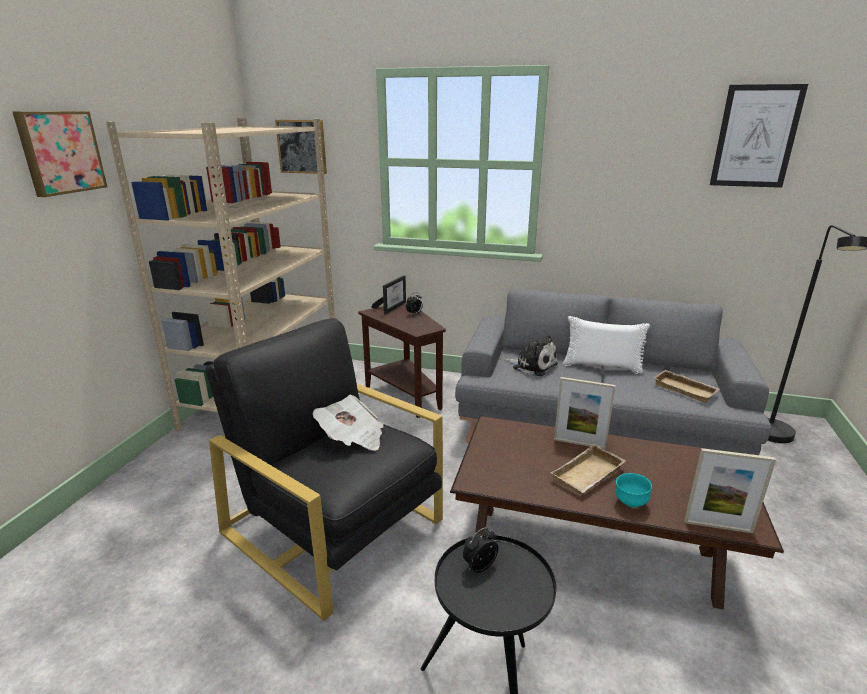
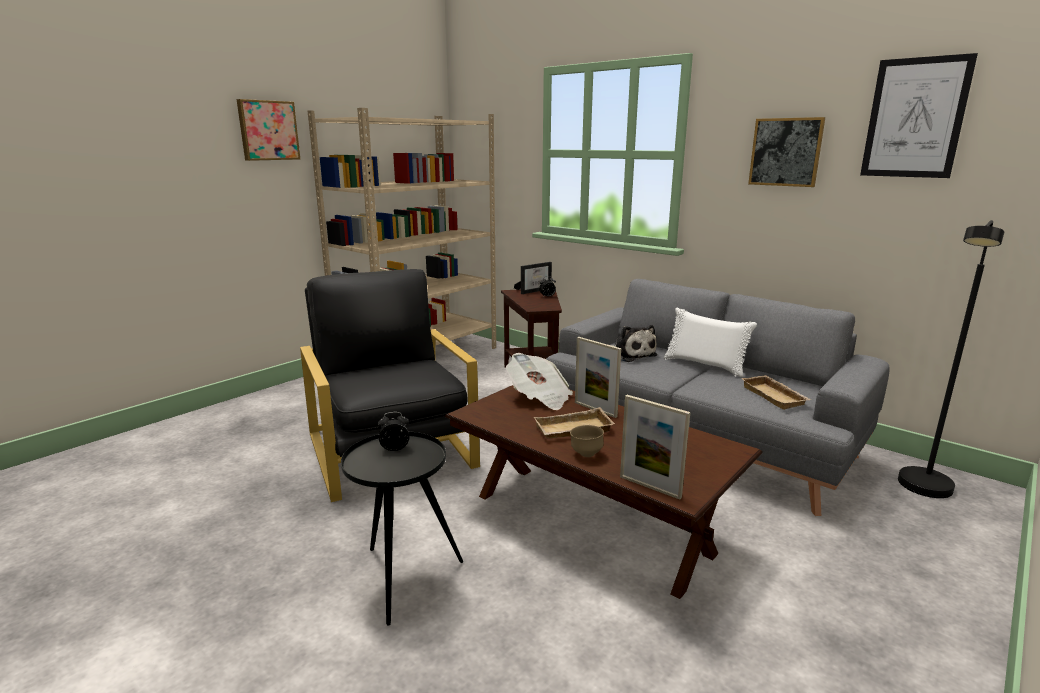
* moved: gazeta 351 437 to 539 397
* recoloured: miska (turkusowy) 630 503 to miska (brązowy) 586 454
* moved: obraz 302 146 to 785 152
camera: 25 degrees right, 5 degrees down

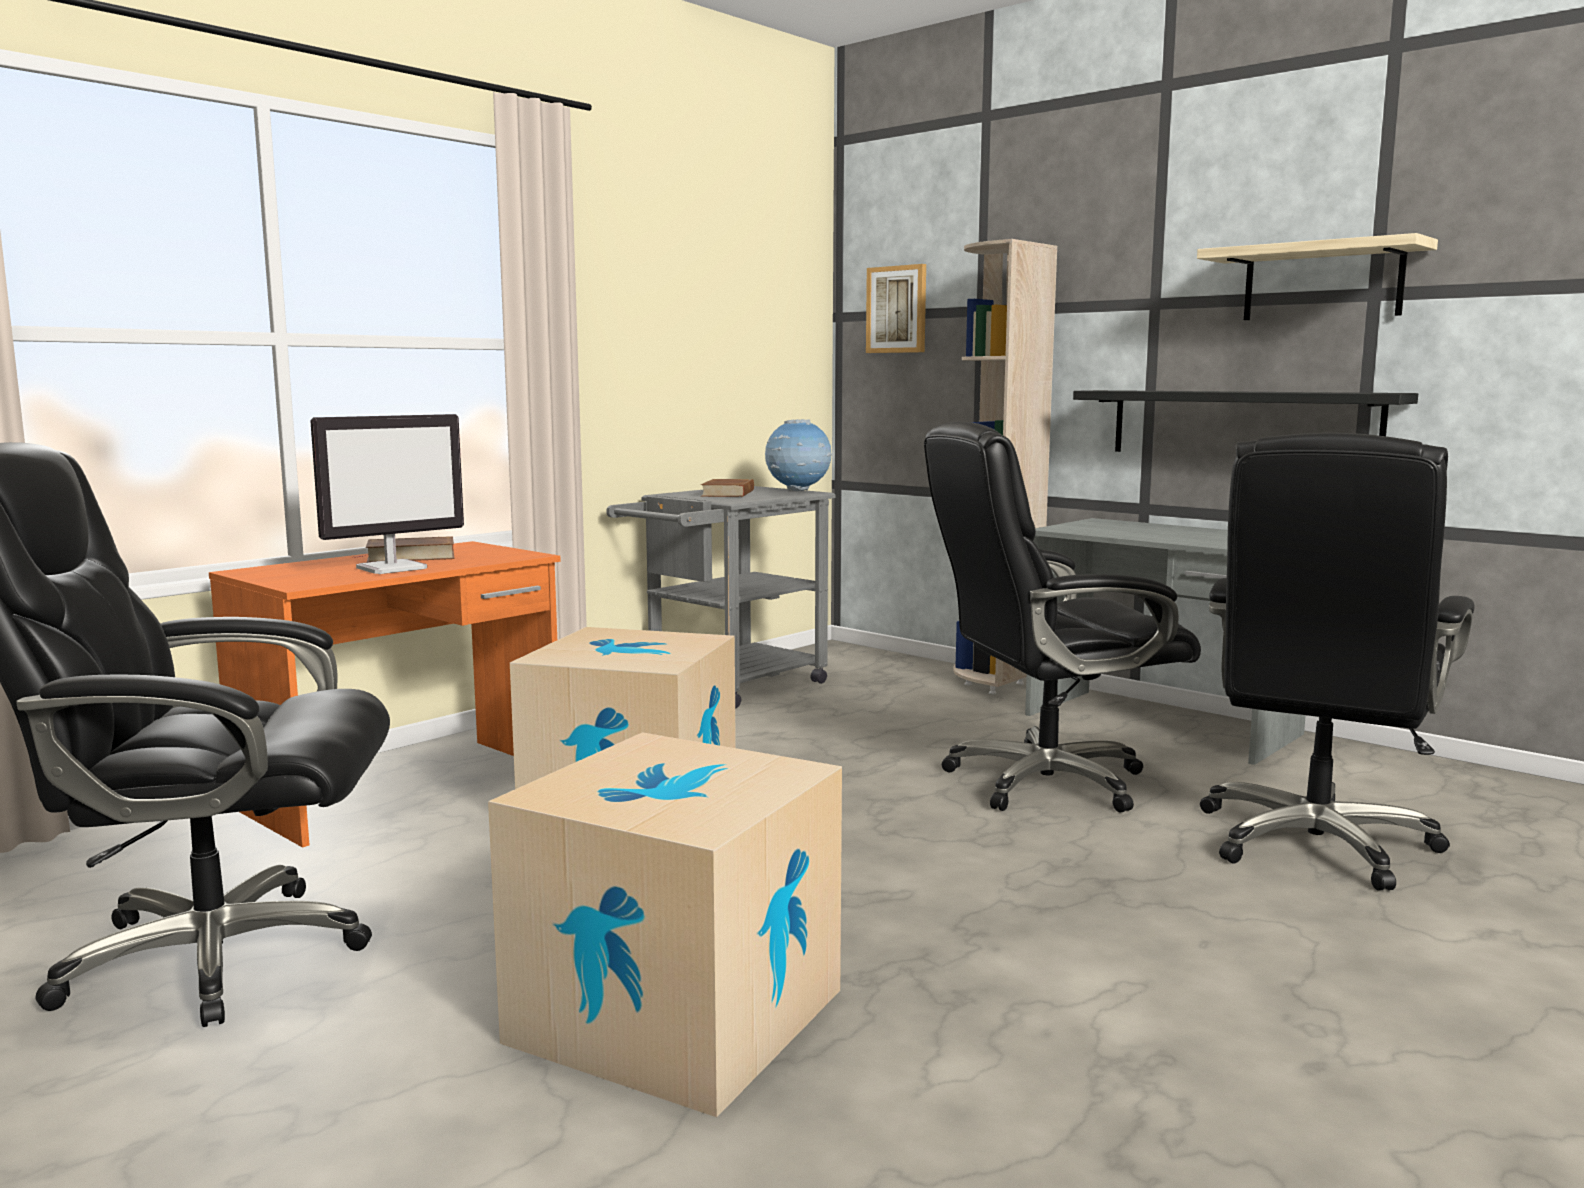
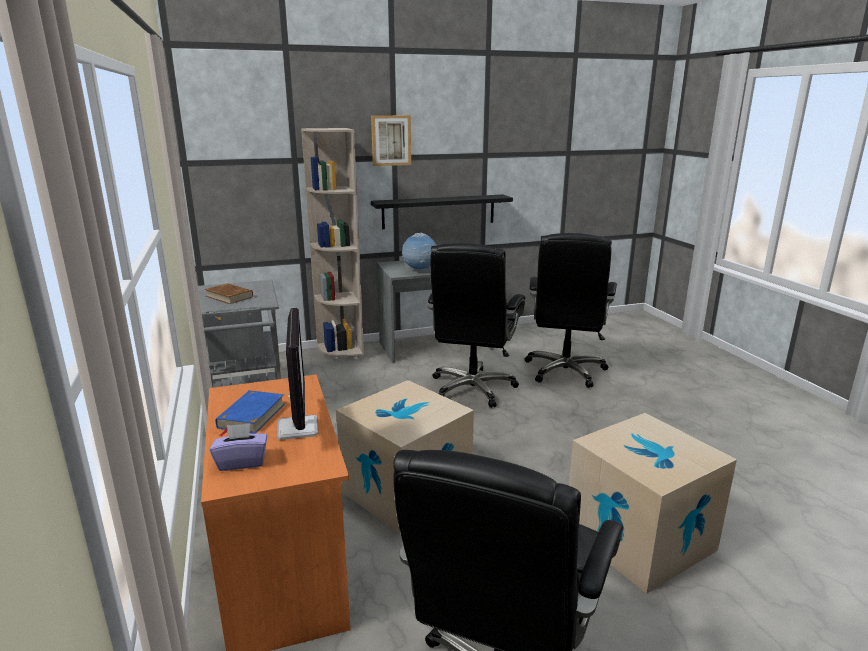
* added: pudełko chusteczek (fioletowy) 242 462
* recoloured: książka (brązowy) 410 556 to książka (niebieski) 251 416
* moved: obraz 897 309 to 391 140
* moved: globus 798 491 to 420 270
* turned: krzesło biurowe (czarny) 1315 839 = 565 369 45 degrees clockwise
* removed: półka 1322 282
camera: 60 degrees left, 10 degrees up

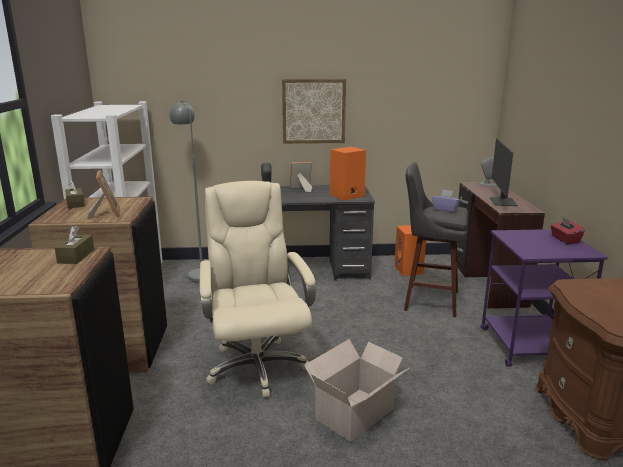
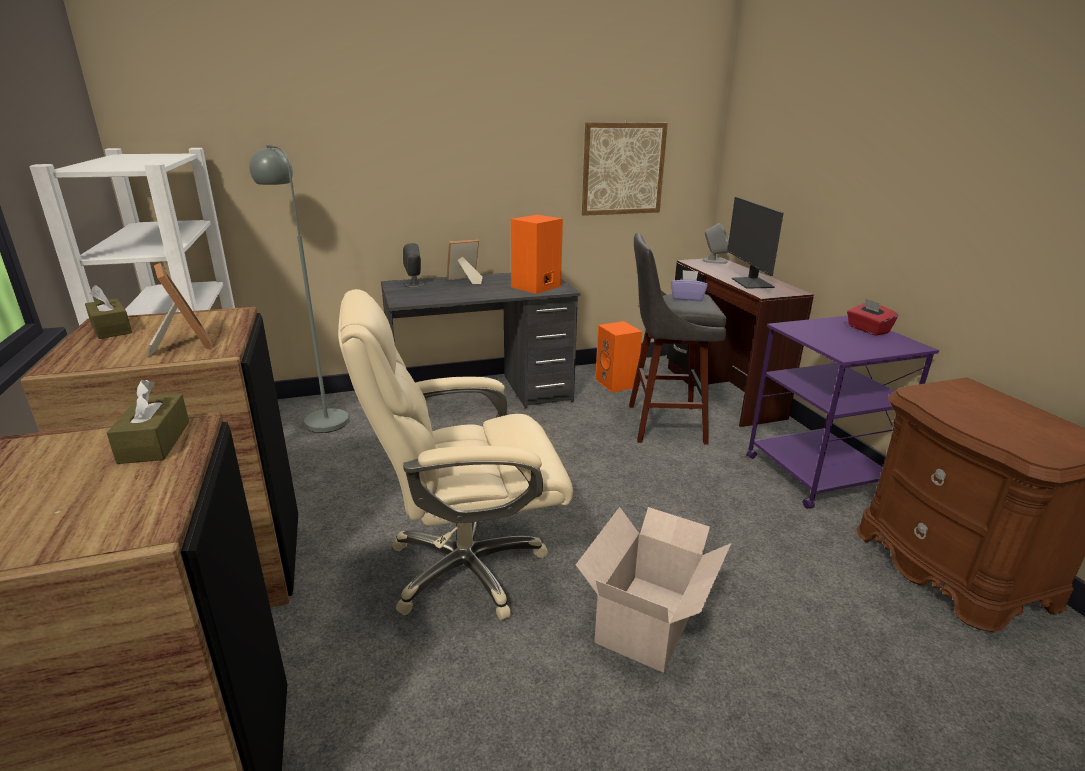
* turned: krzesło biurowe (beżowy) 257 368 = 469 566 75 degrees counterclockwise
* moved: obraz 314 110 to 623 168
camera: 15 degrees left, 5 degrees up

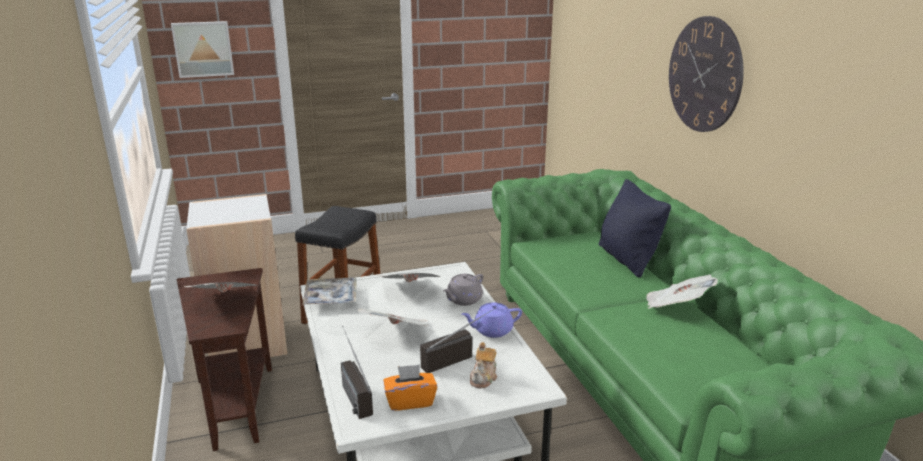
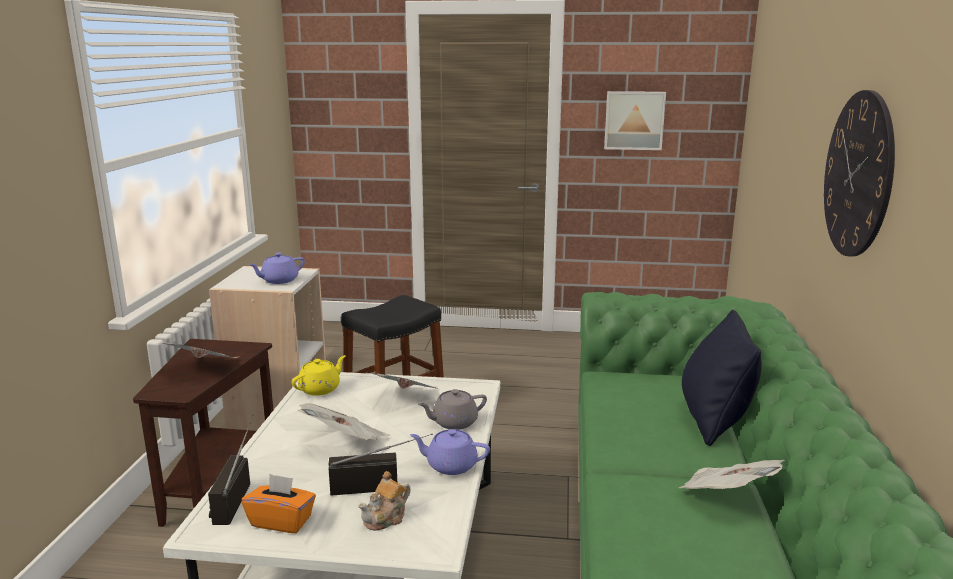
* added: imbryk (fioletowy) 279 280
* replaced: taca 331 297 to imbryk (żółty) 320 389
* moved: obraz 203 49 to 634 120
camera: 25 degrees right, 5 degrees down

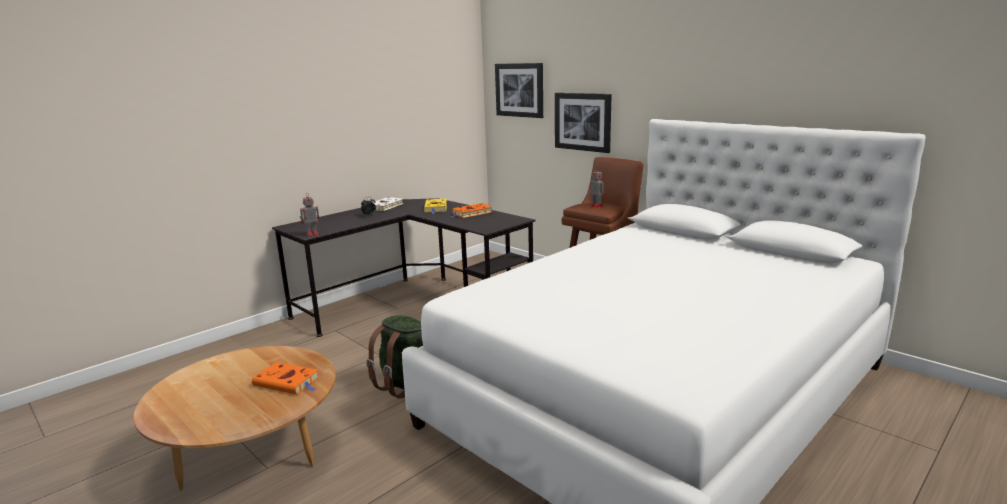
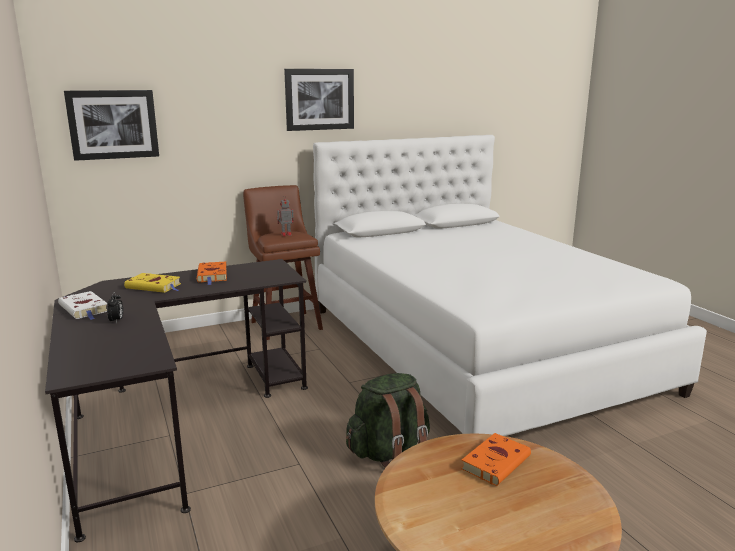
* moved: obraz 582 122 to 319 99
* removed: robot zabawkowy 311 234
camera: 70 degrees left, 0 degrees up

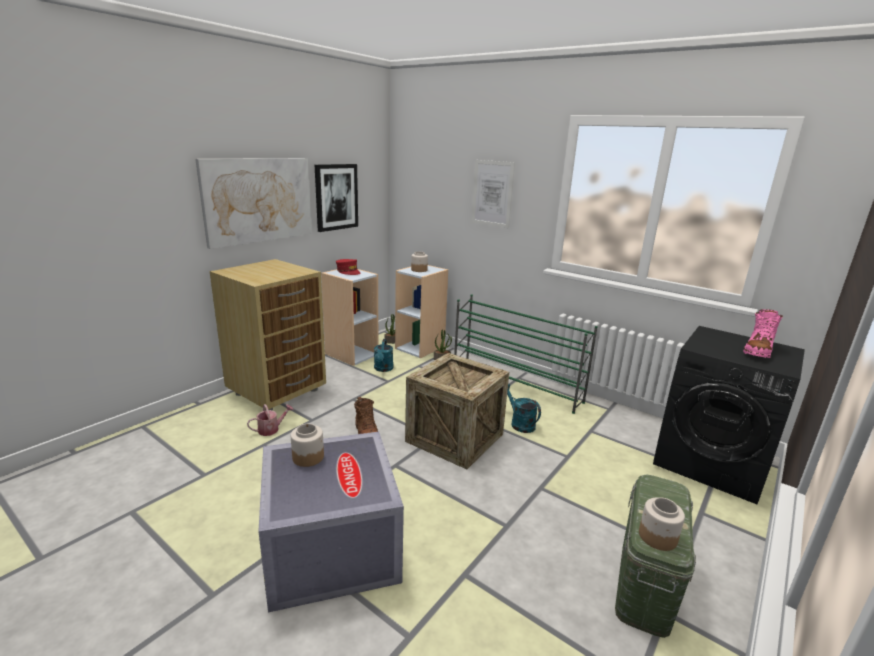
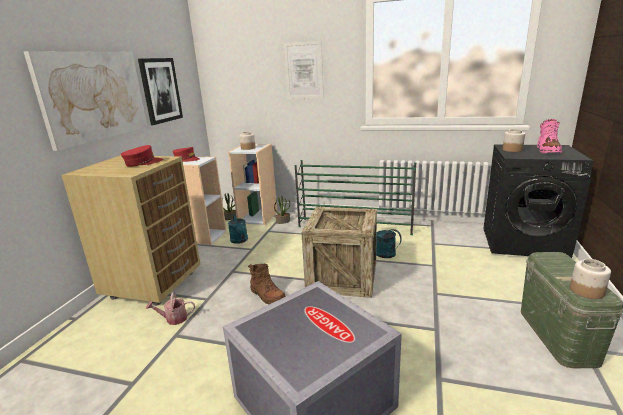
* added: czapka z daszkiem (czerwony) 143 163
* turned: konewka 271 429 = 173 319 135 degrees counterclockwise
* moved: słoik 308 457 to 512 150
camera: 20 degrees left, 0 degrees up

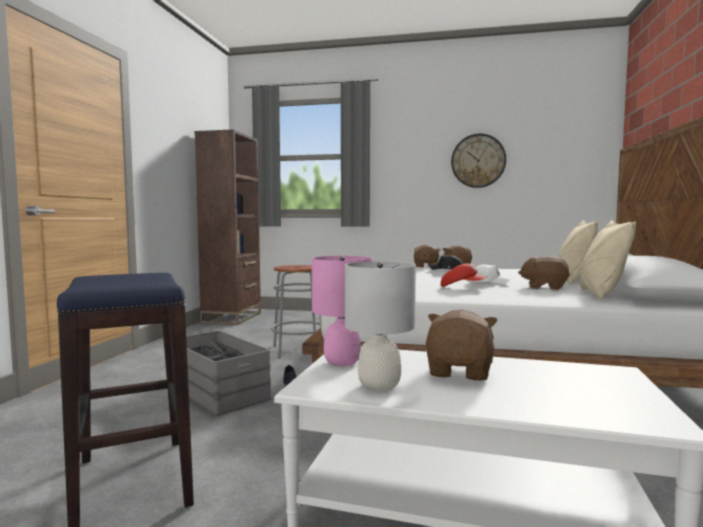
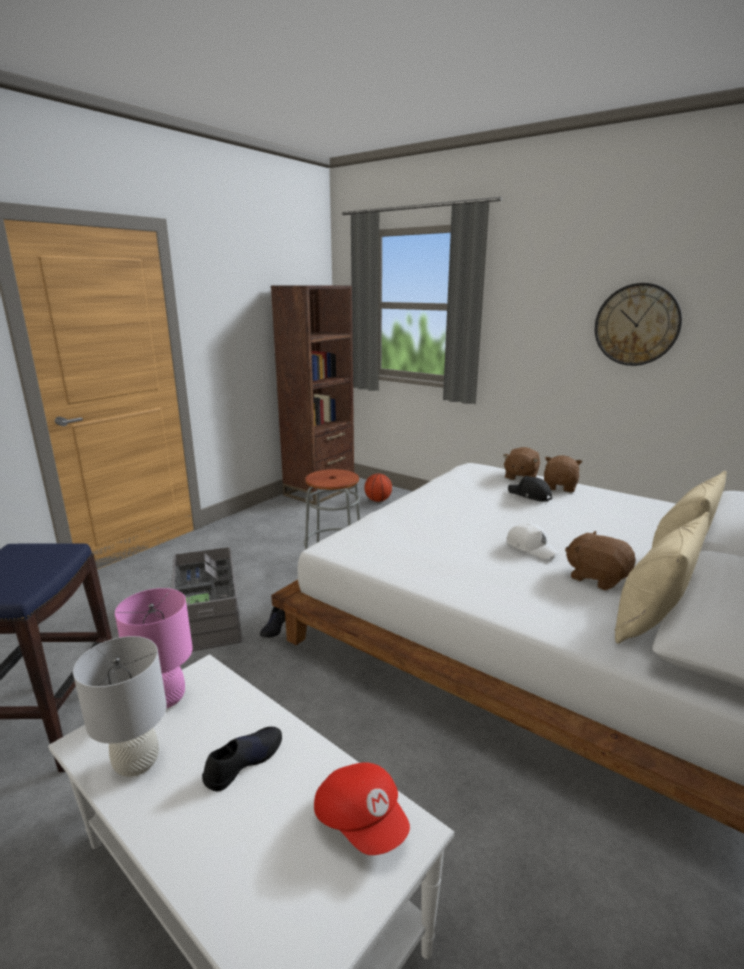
* replaced: pluszak (brązowy) 460 371 to but (czarny) 244 761
* moved: czapka z daszkiem (czerwony) 462 287 to 362 820
* added: piłka do koszykówki 378 500
camera: 25 degrees right, 15 degrees up

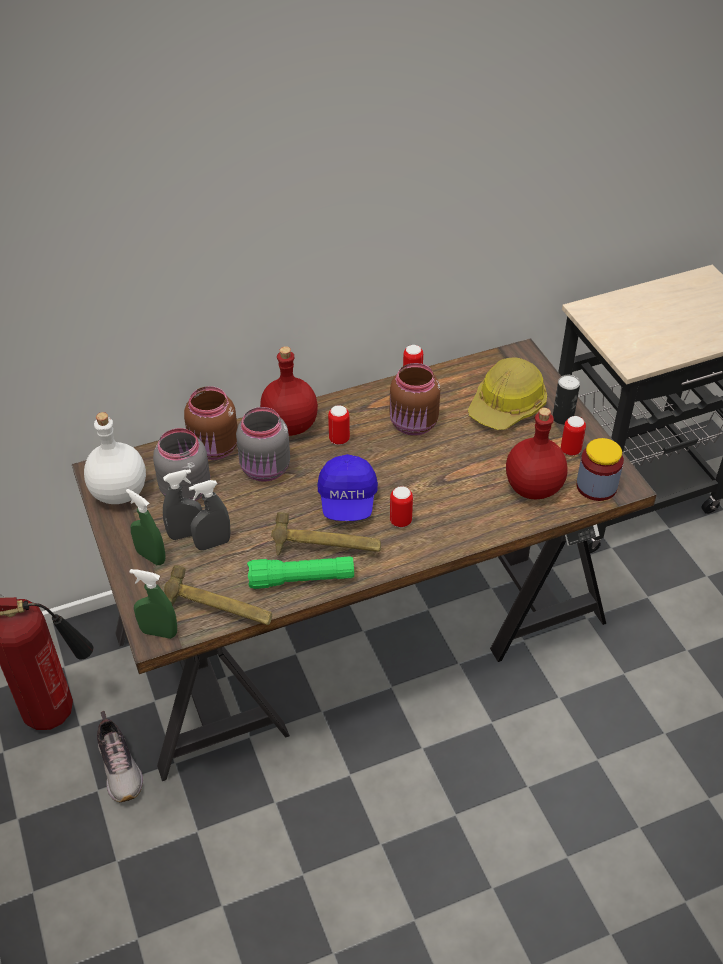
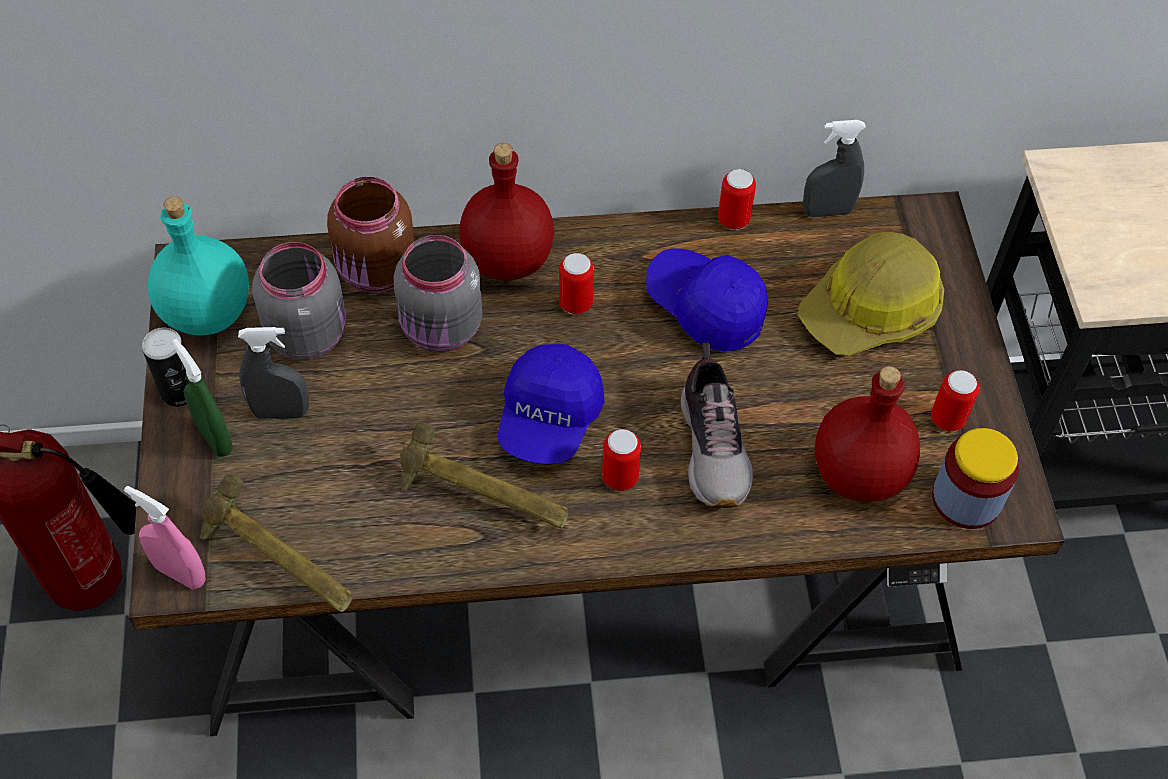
* recoloured: spryskiwacz (zielony) 159 632 to spryskiwacz (różowy) 180 573
* moved: puszka 563 418 to 179 391
* recoloured: butelka (biały) 120 492 to butelka (turkusowy) 208 311
* replaced: słoik (brązowy) 414 425 to czapka z daszkiem (niebieski) 705 307
* moved: but 120 767 to 714 447
* moved: spryskiwacz (szary) 213 544 to 827 211
* removed: latarka (zielony) 301 580
camera: 15 degrees right, 10 degrees up

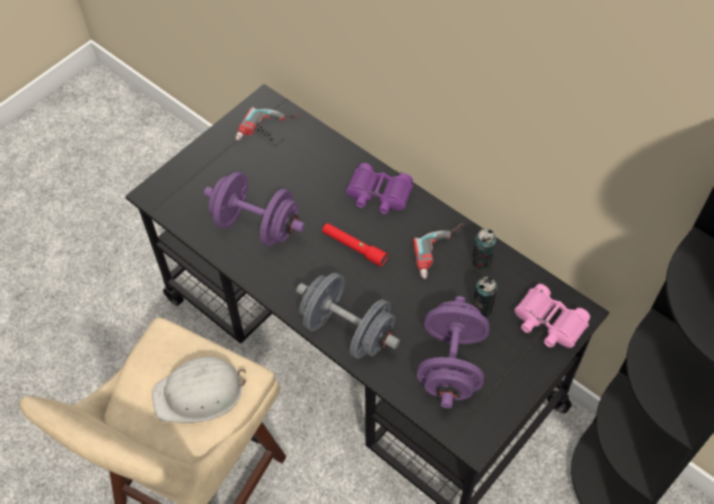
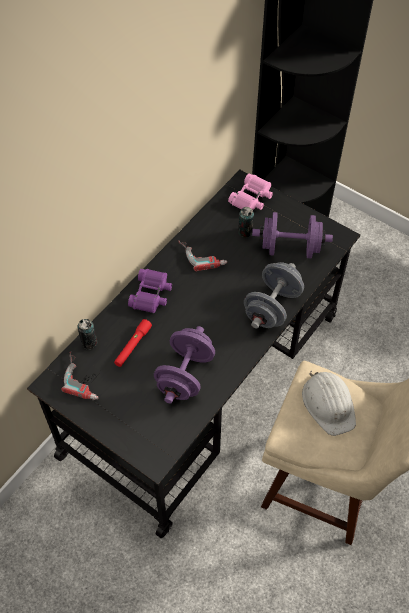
* moved: puszka 481 261 to 89 343
* moved: latarka (czerwony) 354 247 to 133 346
camera: 95 degrees left, 0 degrees up

